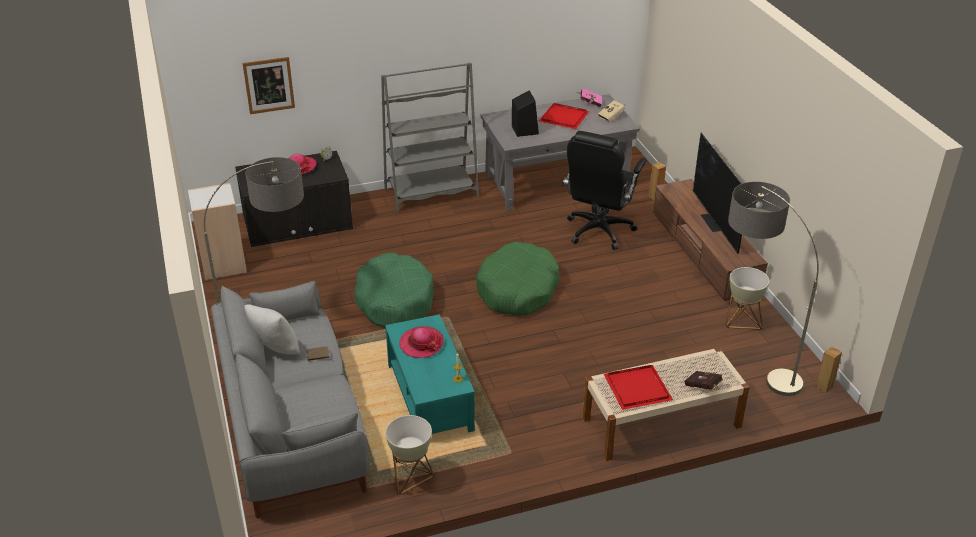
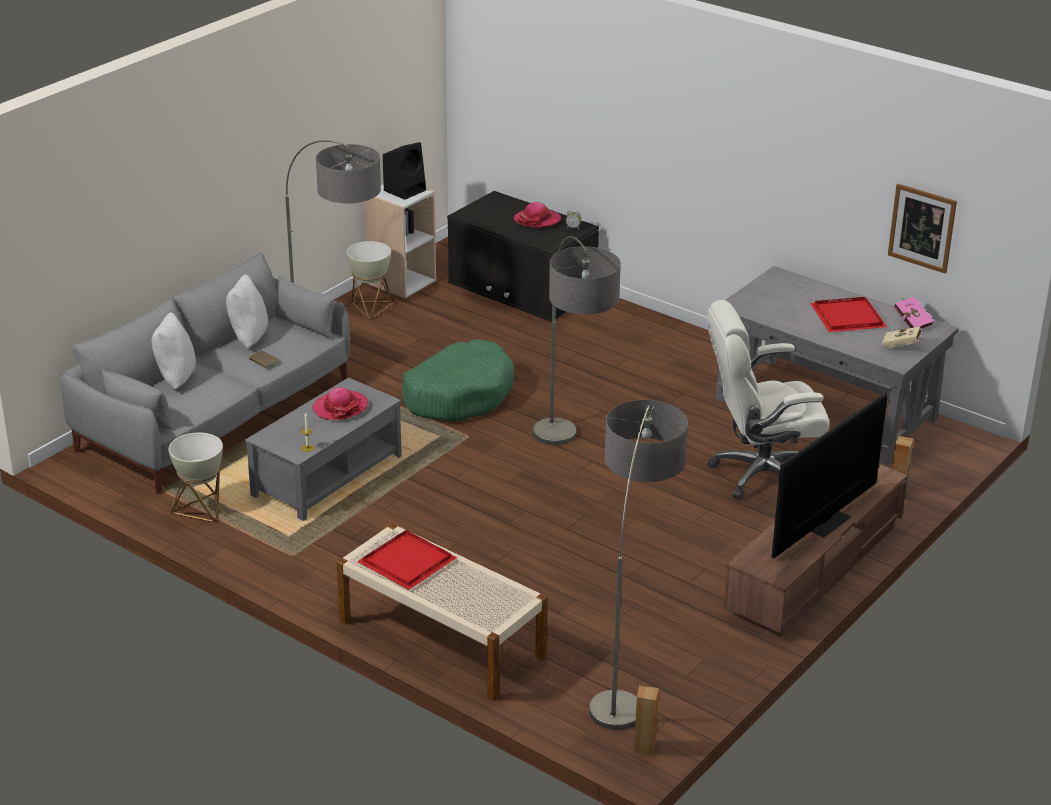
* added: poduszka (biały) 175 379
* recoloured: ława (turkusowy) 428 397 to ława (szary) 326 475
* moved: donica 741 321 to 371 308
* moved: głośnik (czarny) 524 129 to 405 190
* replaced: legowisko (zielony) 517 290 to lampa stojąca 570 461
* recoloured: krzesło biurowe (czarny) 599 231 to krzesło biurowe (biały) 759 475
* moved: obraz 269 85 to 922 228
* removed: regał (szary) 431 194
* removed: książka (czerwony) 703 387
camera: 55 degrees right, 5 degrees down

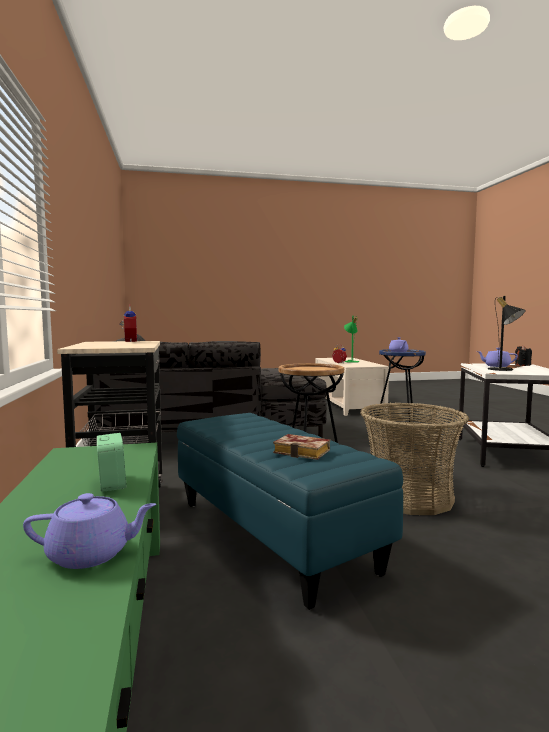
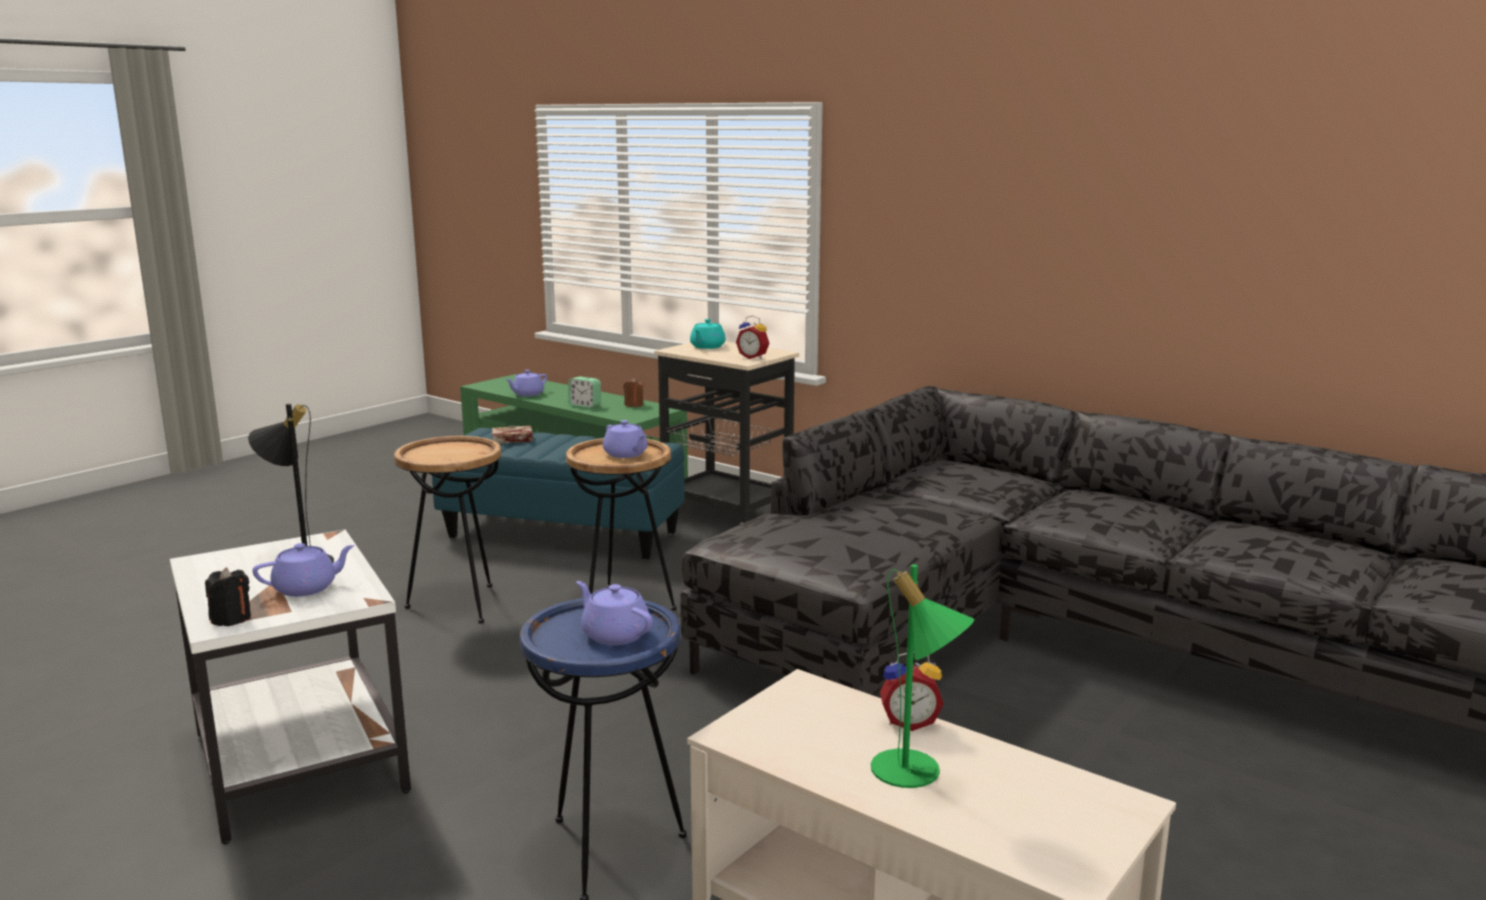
* replaced: koszyk 409 497 to stolik (brązowy) 459 605
* added: imbryk (fioletowy) 626 454
* added: świeca (brązowy) 633 405
* added: imbryk (turkusowy) 707 347
camera: 140 degrees right, 10 degrees up

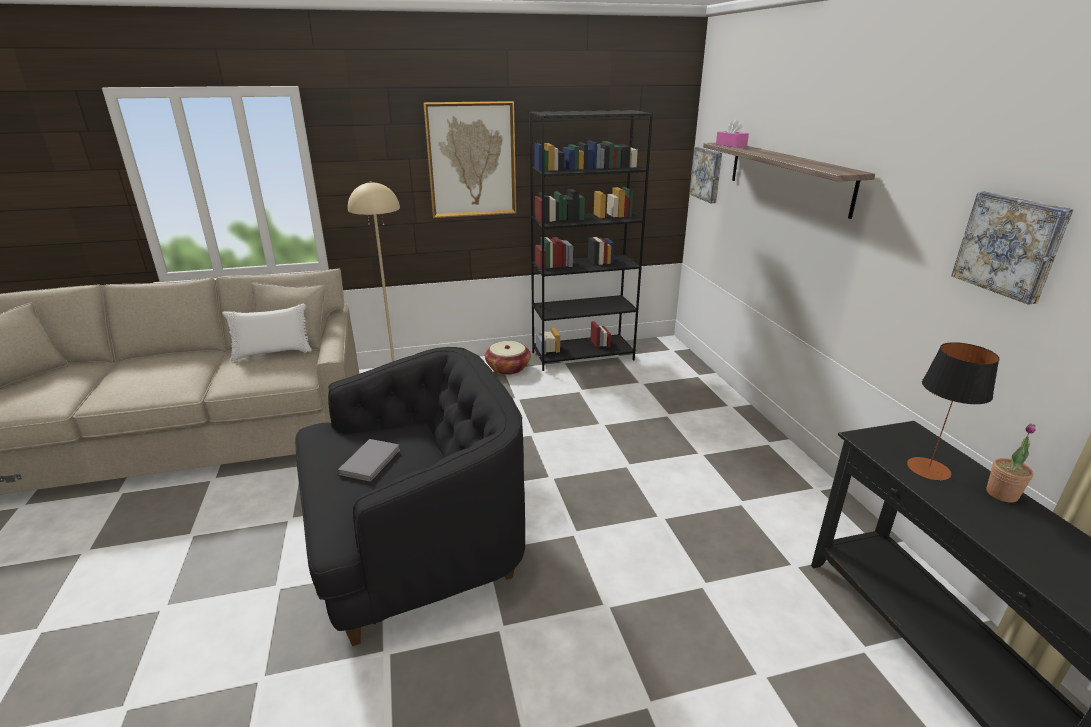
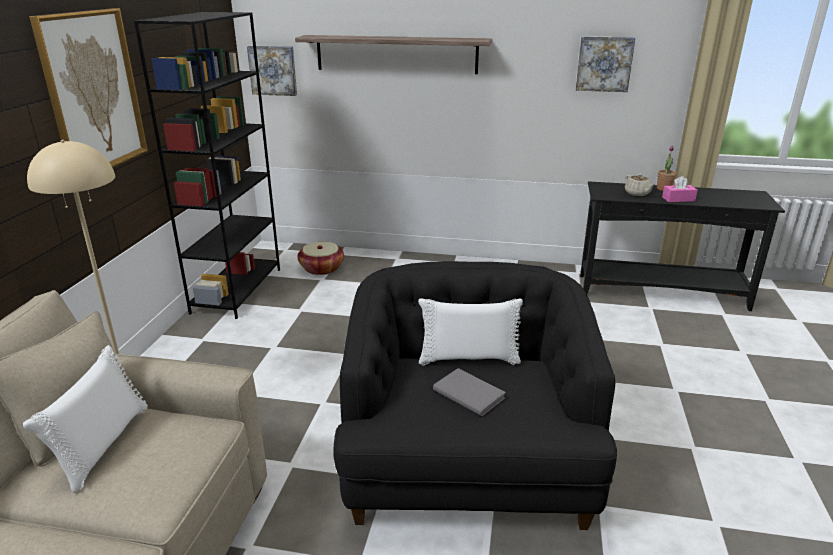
* moved: koszyk 508 368 to 321 268
* added: poduszka (biały) 469 358
* replaced: lampa stołowa 928 469 to imbryk (beżowy) 637 193
* moved: pudełko chusteczek (różowy) 731 145 to 678 199
camera: 65 degrees left, 0 degrees up

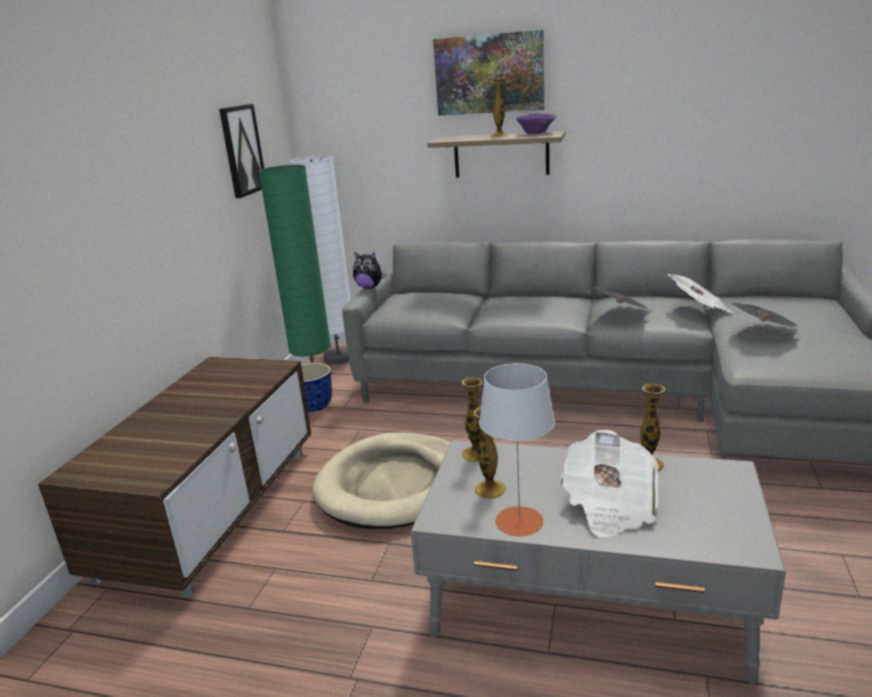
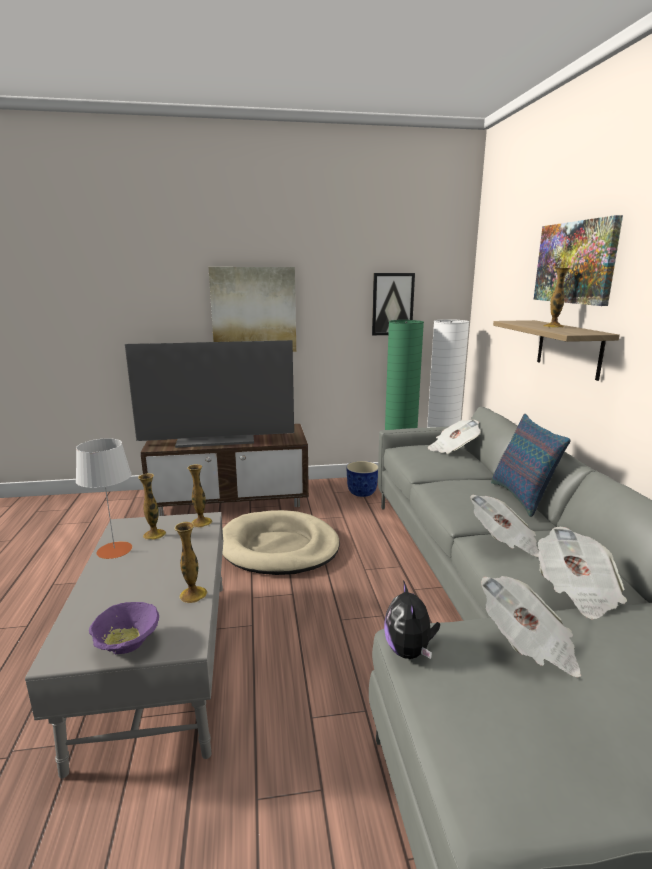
* moved: miska (fioletowy) 536 133 to 128 645
* added: telewizor 217 439
* added: obraz 253 310
* moved: pluszak 369 287 to 409 651
* moved: gazeta 609 506 to 452 449
* added: poduszka (niebieski) 521 498
camera: 65 degrees right, 5 degrees down

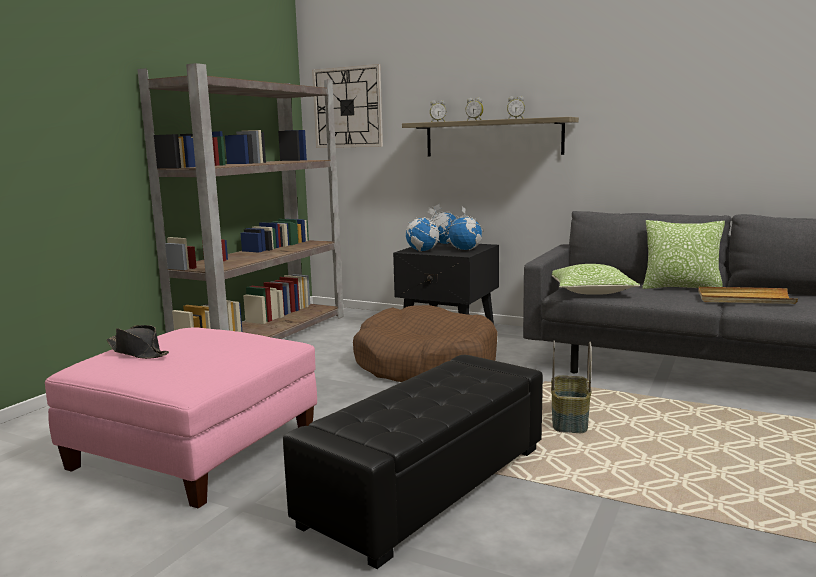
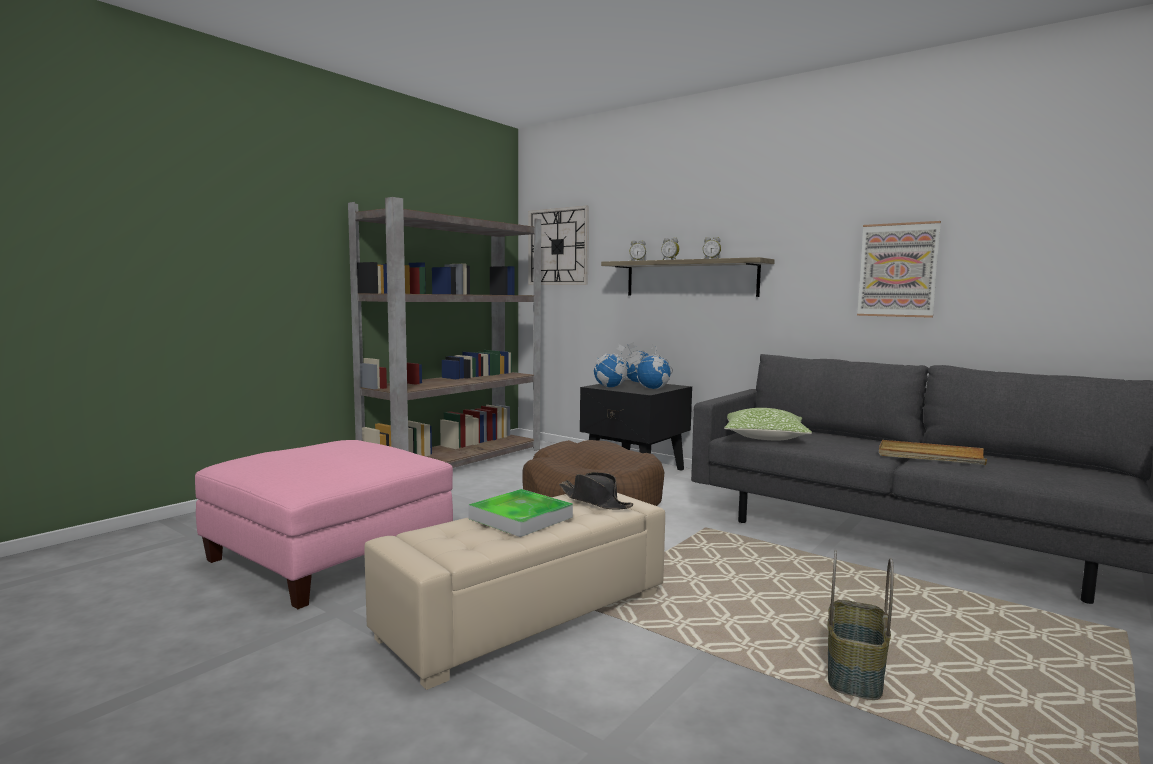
* recoloured: pufa (czarny) 427 484 to pufa (beżowy) 525 614
* added: taca 520 518
* moved: kapelusz (czarny) 138 352 to 595 501
* moved: koszyk 570 421 to 856 673
* added: obraz 897 270
* removed: poduszka 681 288
camera: 10 degrees right, 5 degrees down

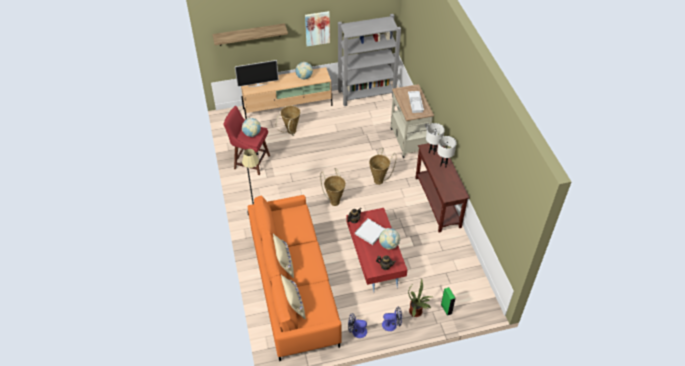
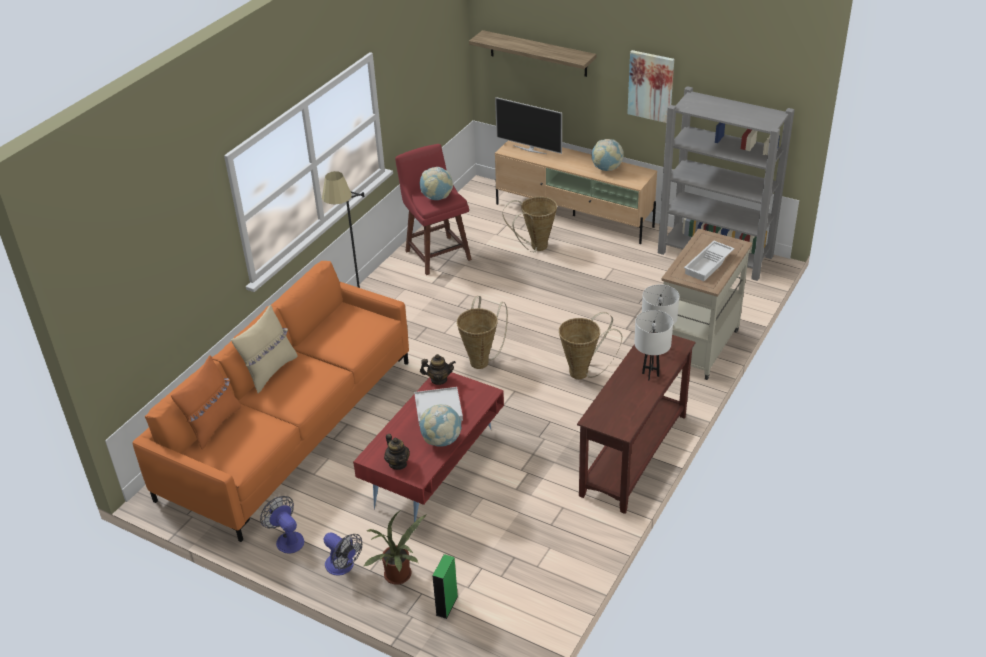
* recoloured: poduszka (beżowy) 294 305 to poduszka (pomarańczowy) 213 425
camera: 45 degrees right, 10 degrees down

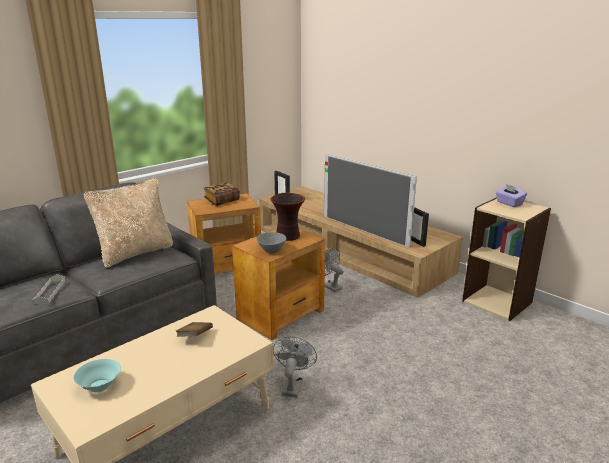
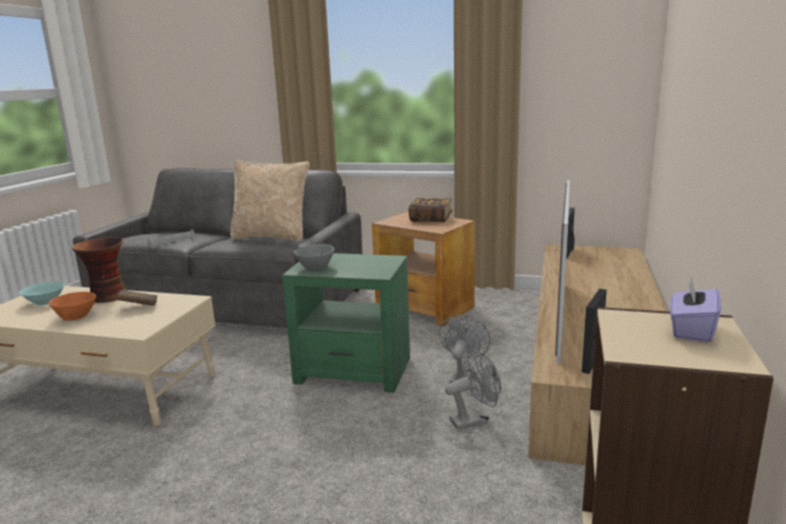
* added: miska (pomarańczowy) 77 317
* moved: wazon 288 236 to 107 297
* recoloured: stolik (brązowy) 281 314 to stolik (zielony) 354 370
* moved: wentylator (szary) 293 385 to 474 420
camera: 60 degrees right, 5 degrees down

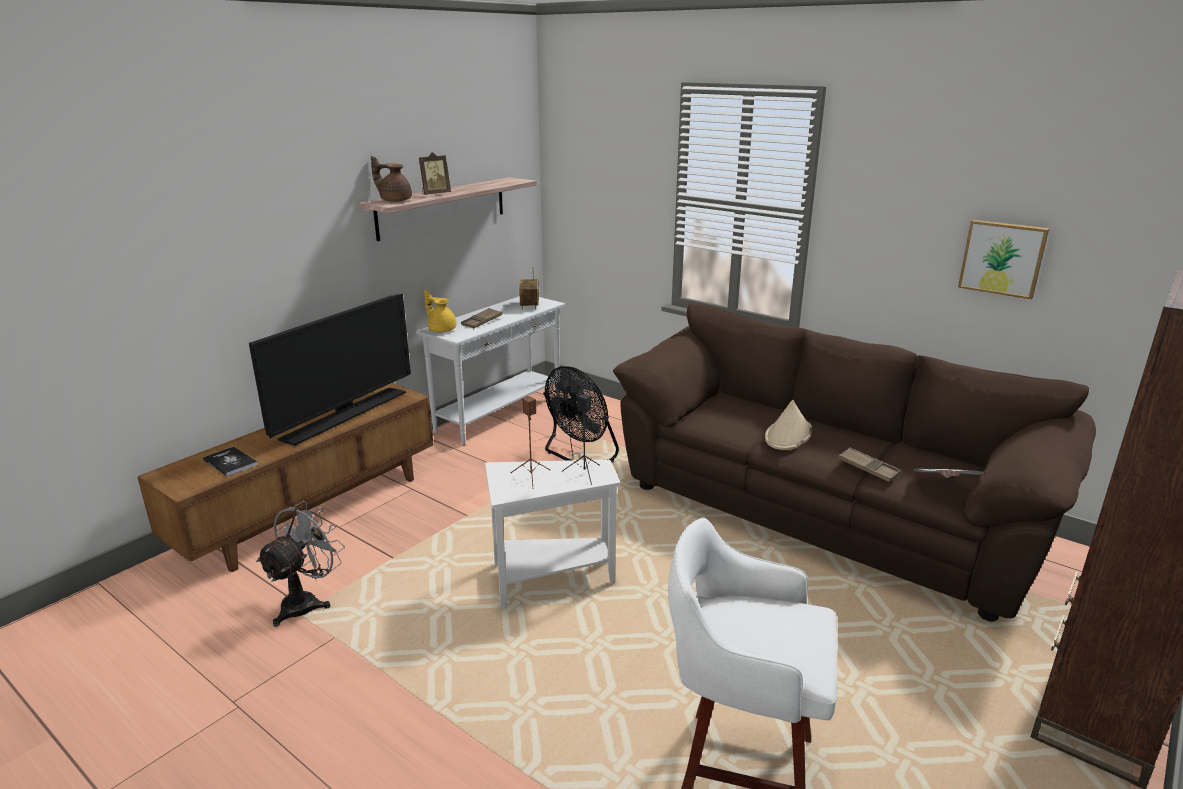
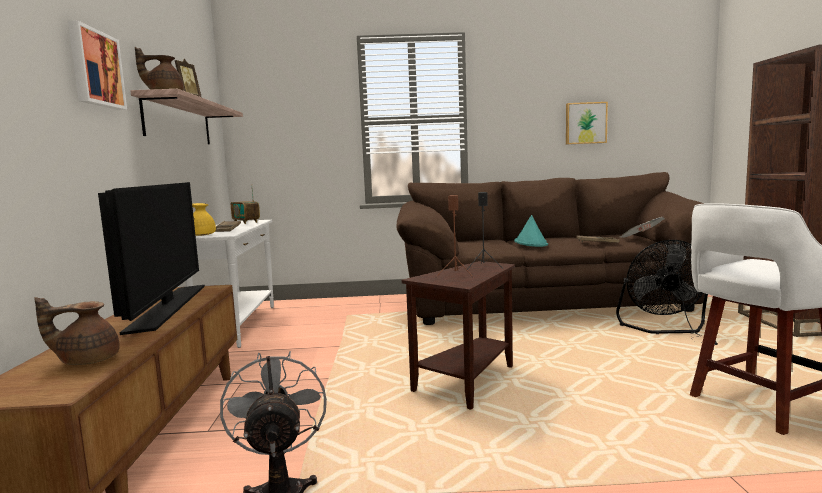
* replaced: książka 230 462 to imbryk (brązowy) 87 360
* added: obraz 95 68
* recoloured: stolik (biały) 548 580 to stolik (brązowy) 467 383
* recoloured: kapelusz (beżowy) 788 435 to kapelusz (turkusowy) 531 243
* moved: wentylator (czarny) 572 455 to 672 330
camera: 40 degrees left, 15 degrees down

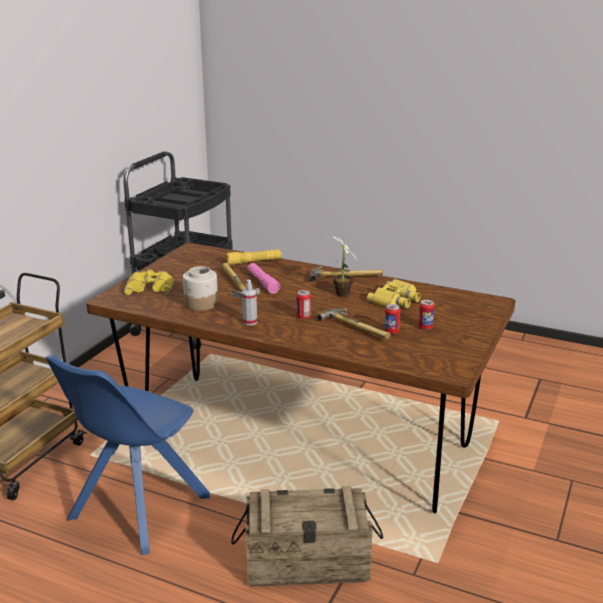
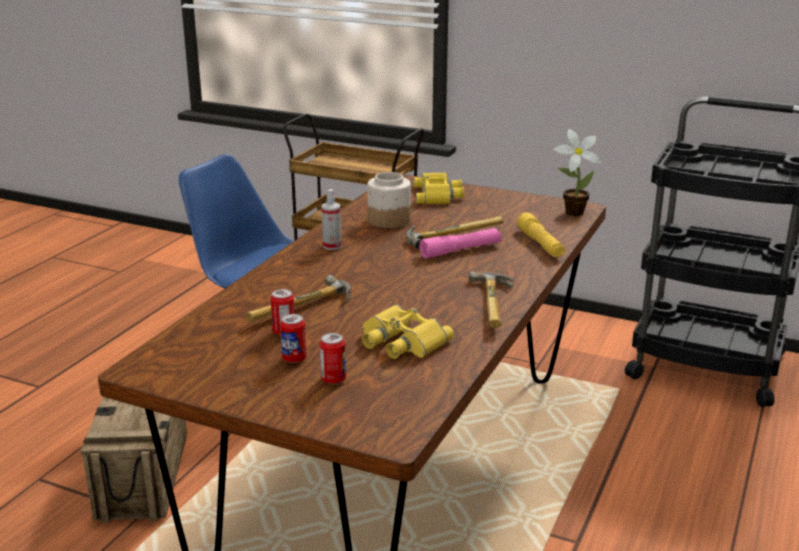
* moved: puszka 303 317 to 333 379
* moved: roślina doniczkowa 342 295 to 571 212
camera: 90 degrees right, 0 degrees up

